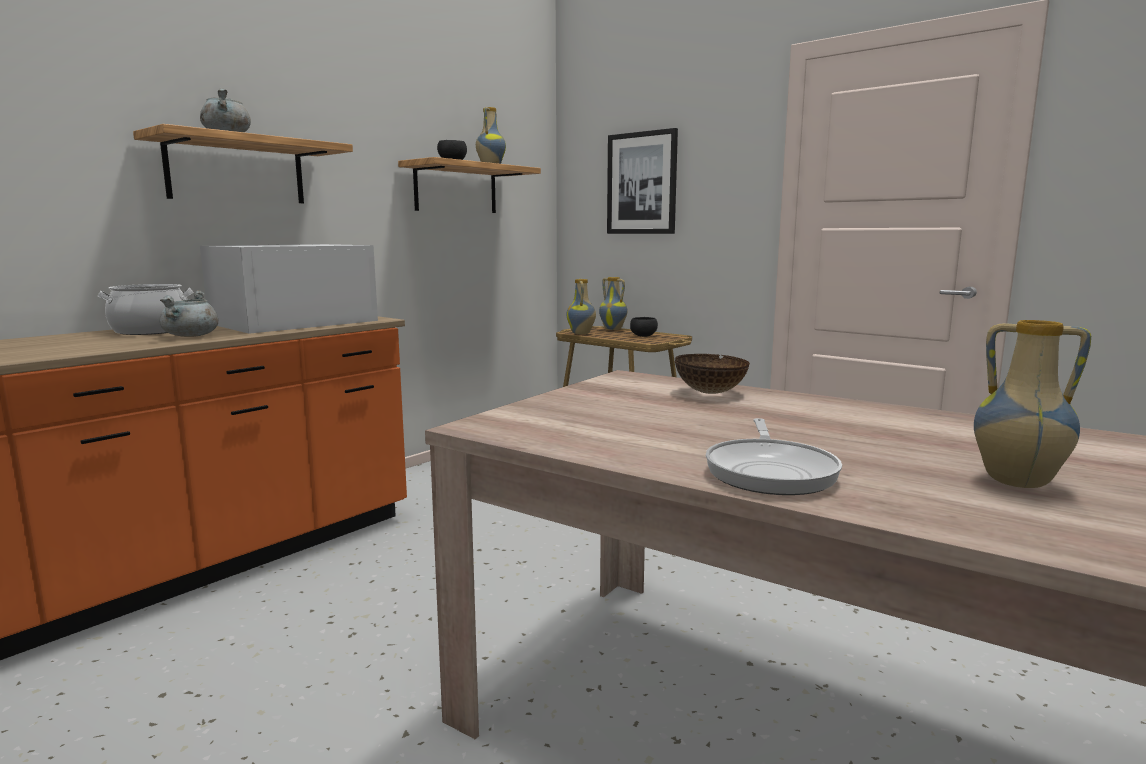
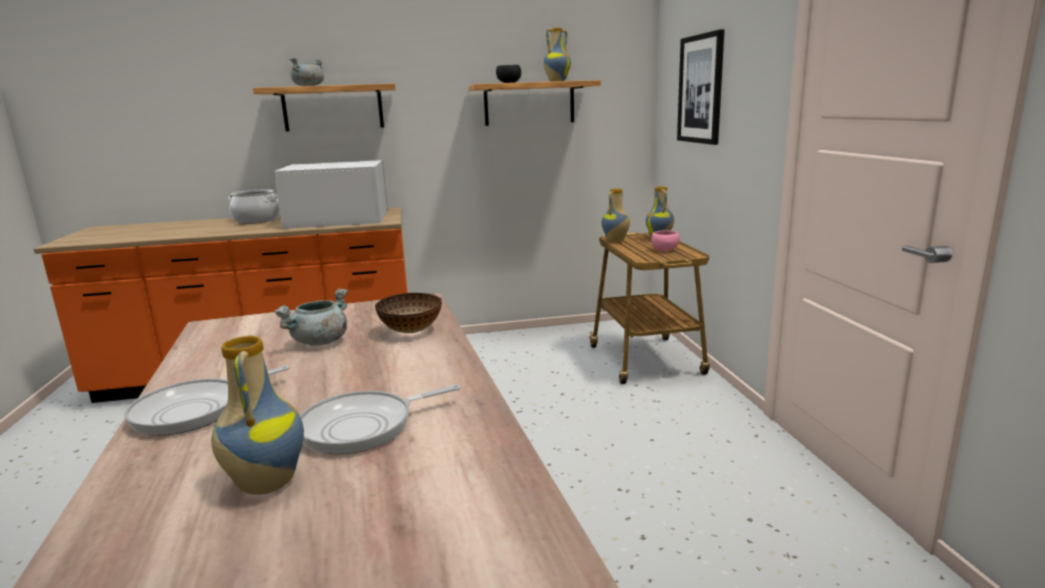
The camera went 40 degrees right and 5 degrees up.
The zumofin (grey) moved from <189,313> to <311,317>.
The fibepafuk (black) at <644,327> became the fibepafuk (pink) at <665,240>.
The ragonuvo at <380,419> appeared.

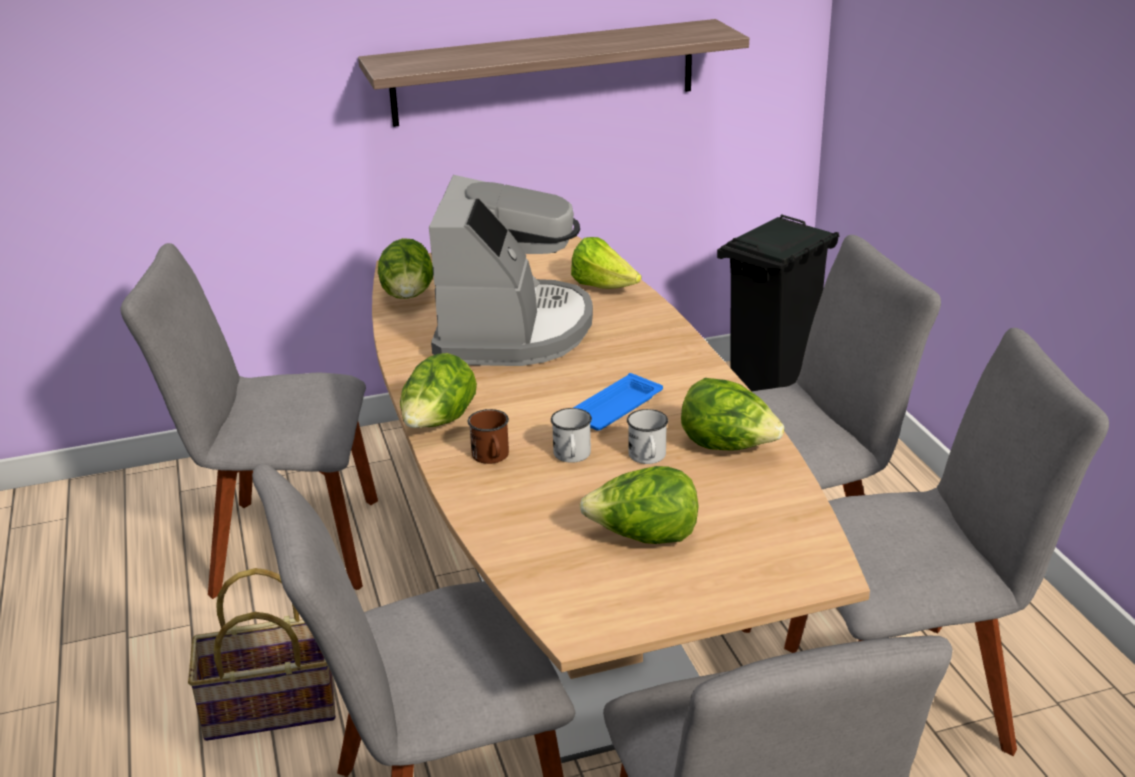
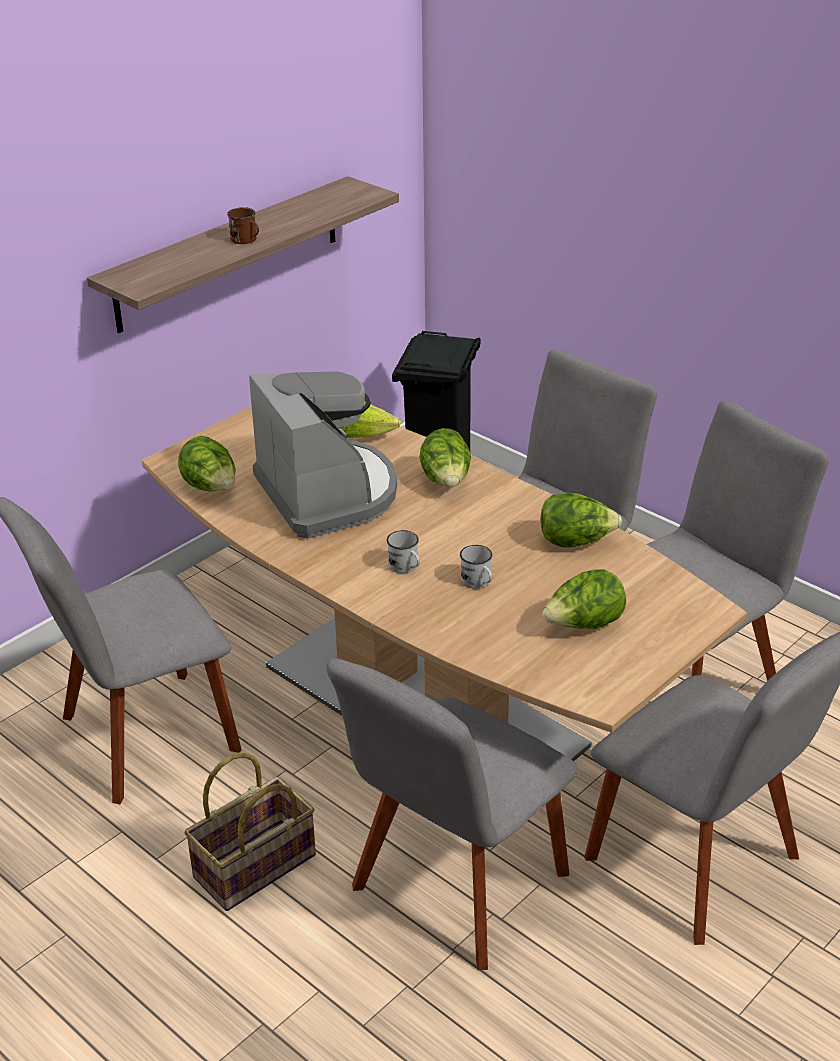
The camera went 30 degrees left and 5 degrees up.
The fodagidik moved from <438,390> to <445,457>.
The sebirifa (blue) at <618,402> disappeared.
The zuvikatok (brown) moved from <488,436> to <243,225>.
The zuvikatok (white) moved from <647,436> to <403,551>.

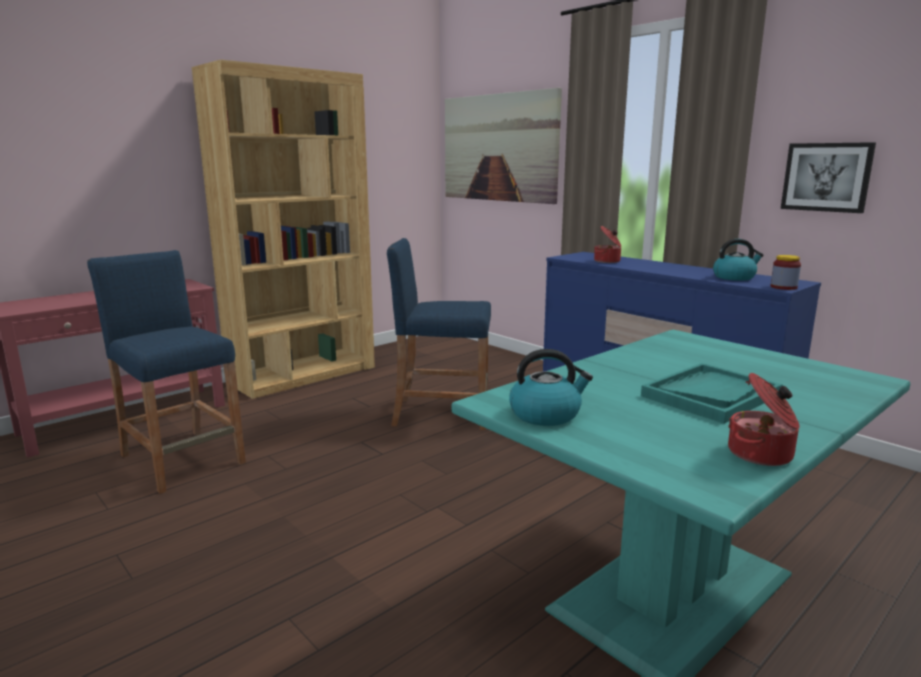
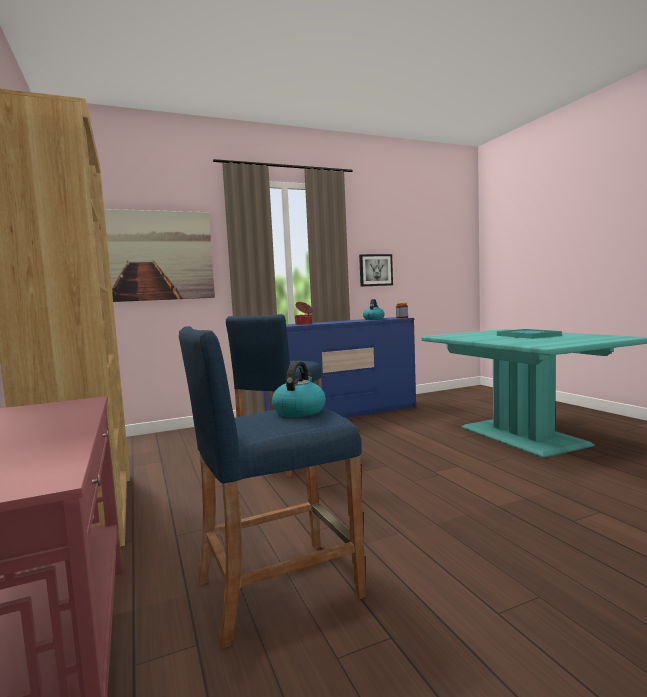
The camera went 70 degrees left and 10 degrees down.
The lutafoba moved from <551,387> to <299,389>.
The zumofin at <763,419> disappeared.

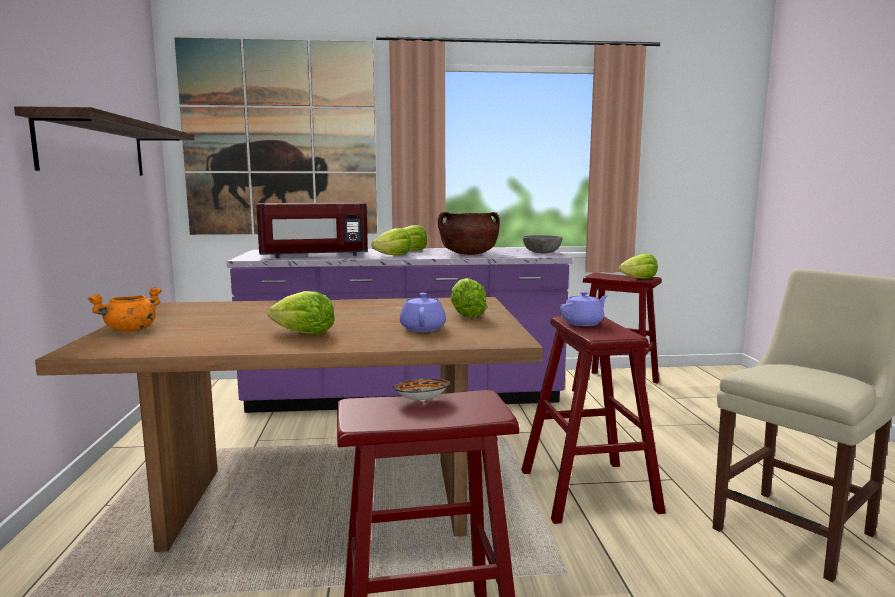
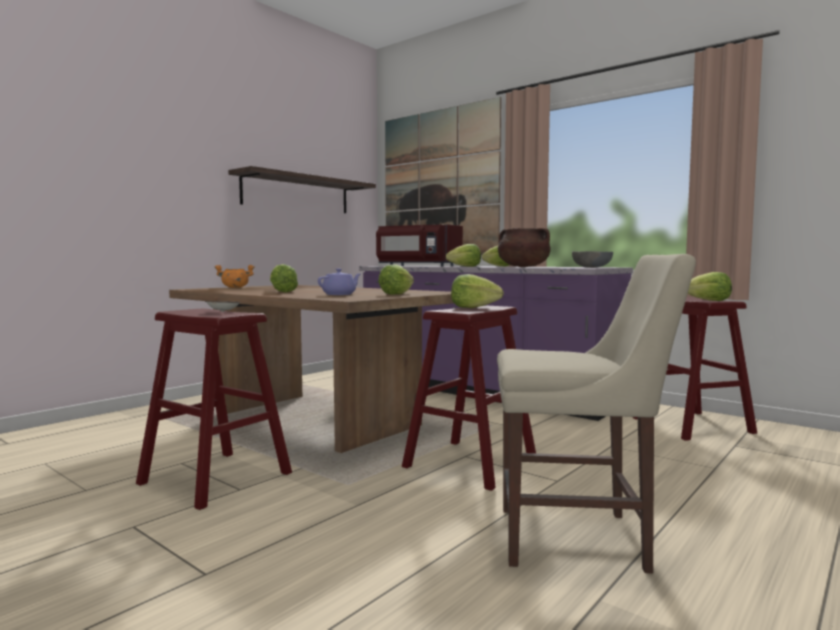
The camera went 45 degrees right and 5 degrees down.
The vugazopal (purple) at <584,308> was replaced by the fodagidik at <477,291>.

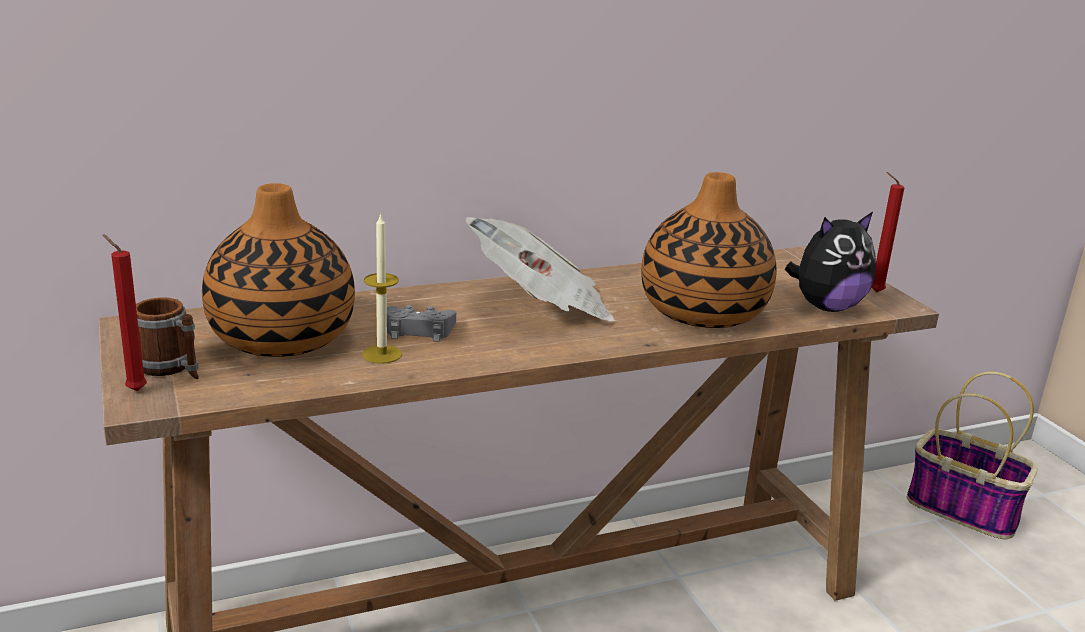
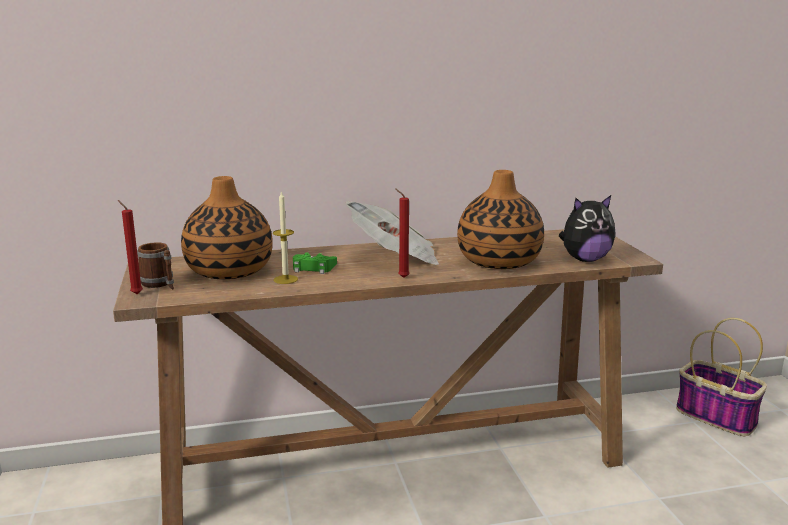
The camera went 10 degrees right and 5 degrees down.
The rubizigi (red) moved from <888,232> to <402,233>.
The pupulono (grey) at <421,323> became the pupulono (green) at <315,263>.

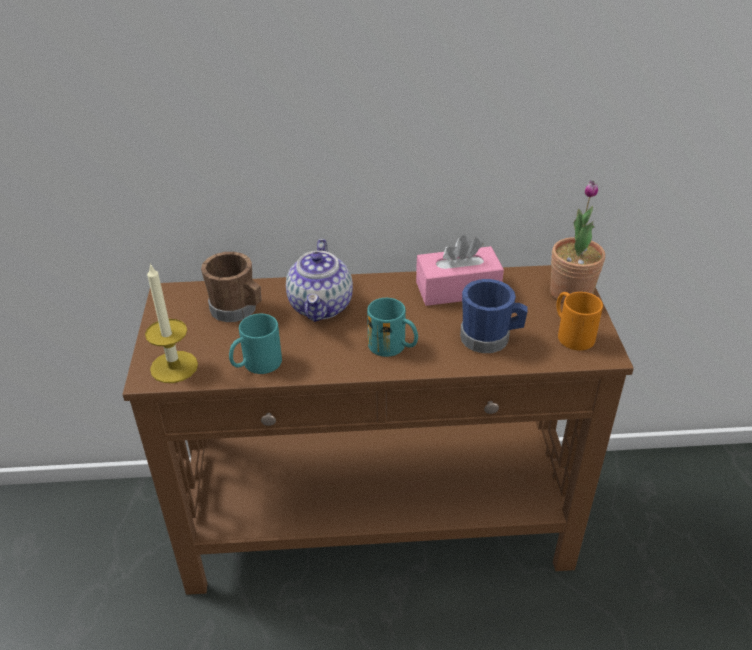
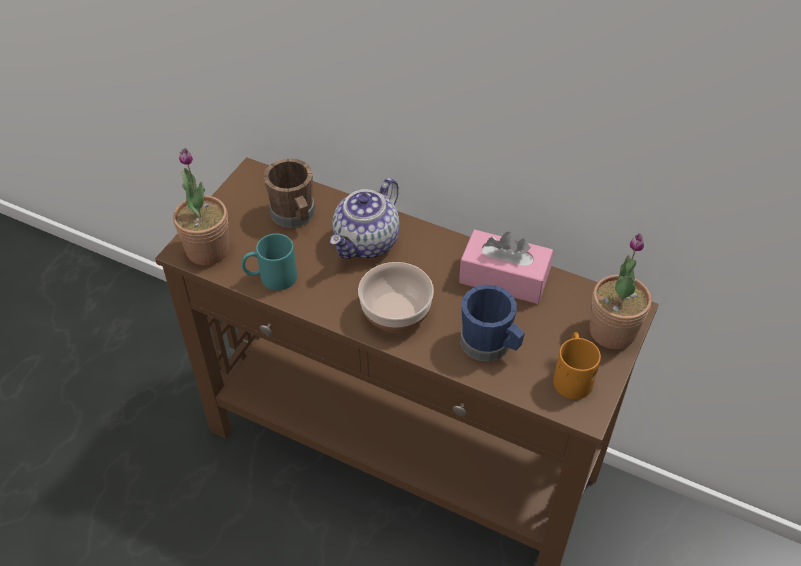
The camera went 30 degrees right and 10 degrees up.
The rubizigi at <171,323> was replaced by the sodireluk at <201,207>.
The zuvikatok (turquoise) at <392,327> was replaced by the fibepafuk at <396,297>.

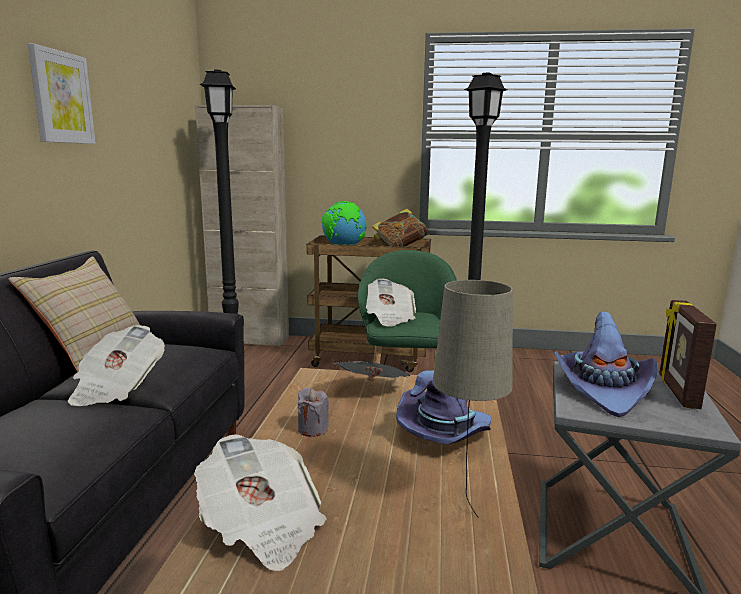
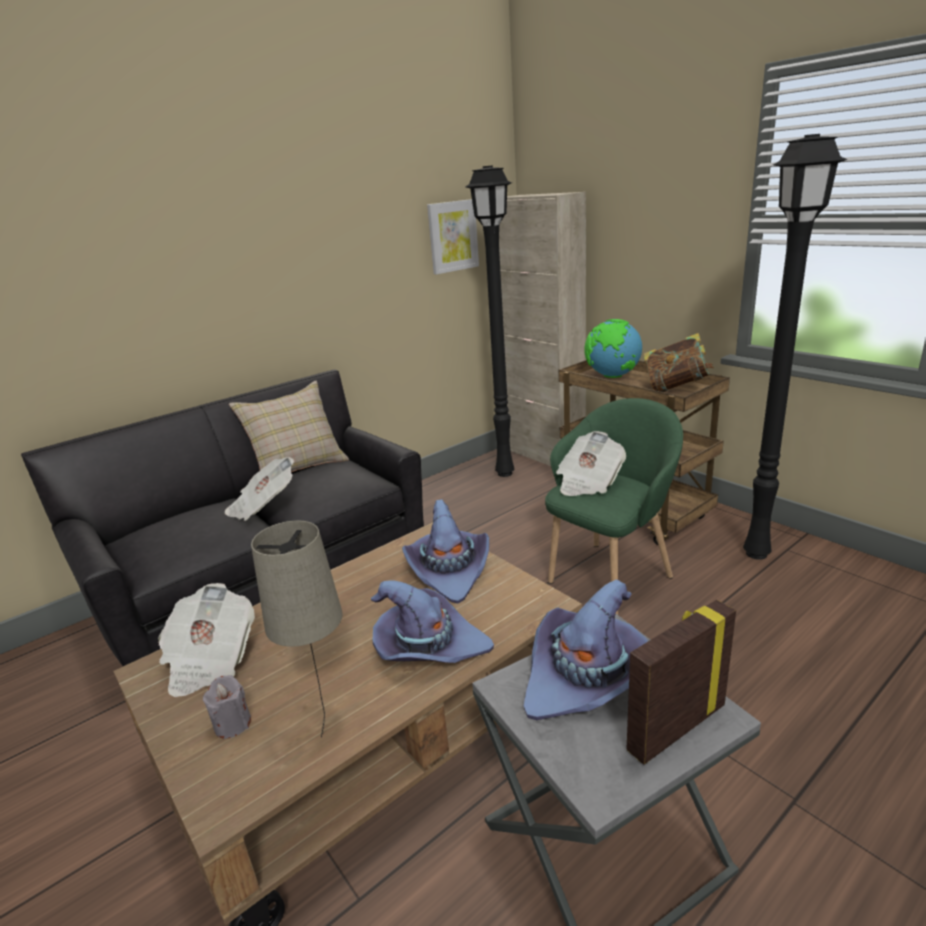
The camera went 45 degrees right and 10 degrees up.
The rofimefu moved from <61,93> to <453,237>.
The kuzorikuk at <372,370> was replaced by the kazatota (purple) at <445,551>.
The rubizigi (grey) moved from <313,412> to <227,707>.

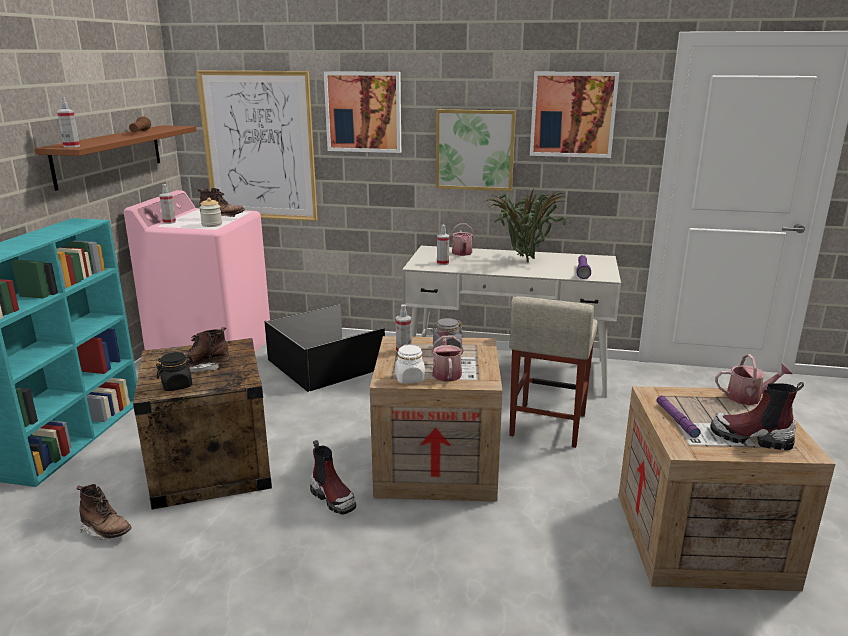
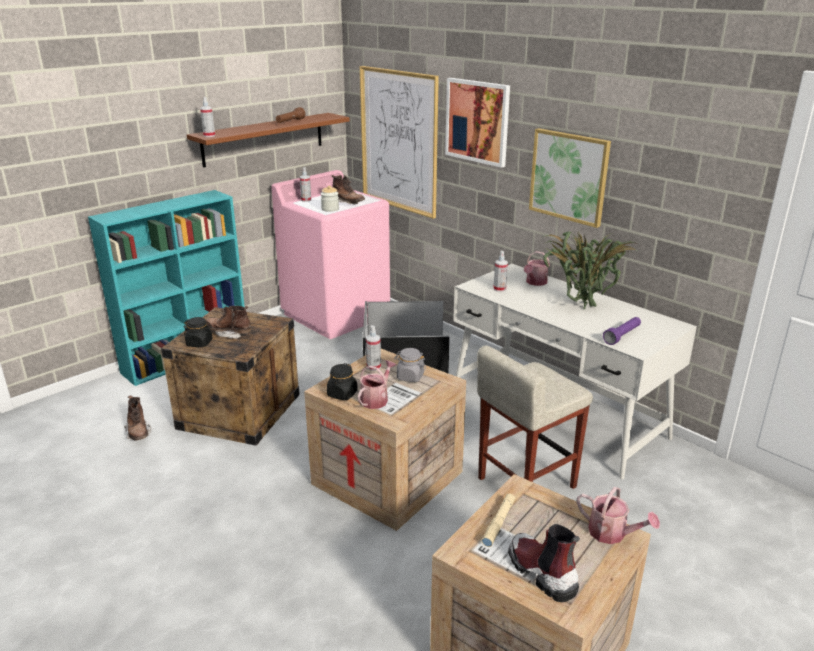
The camera went 35 degrees right and 5 degrees up.
The rofimefu at <574,115> disappeared.
The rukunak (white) at <410,363> became the rukunak (black) at <342,381>.
The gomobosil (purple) at <679,417> became the gomobosil (beige) at <498,520>.
The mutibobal at <333,477> disappeared.

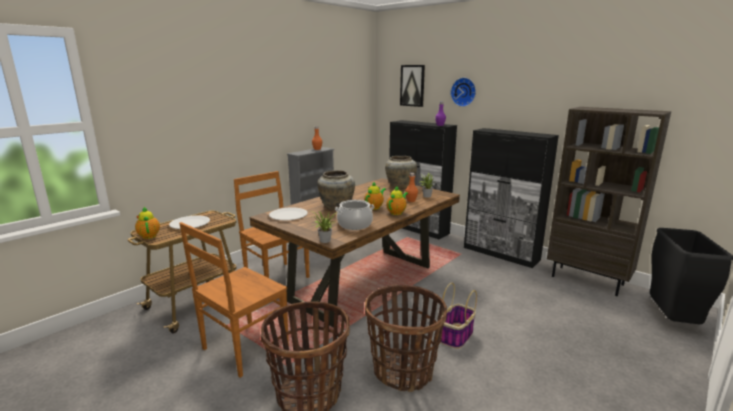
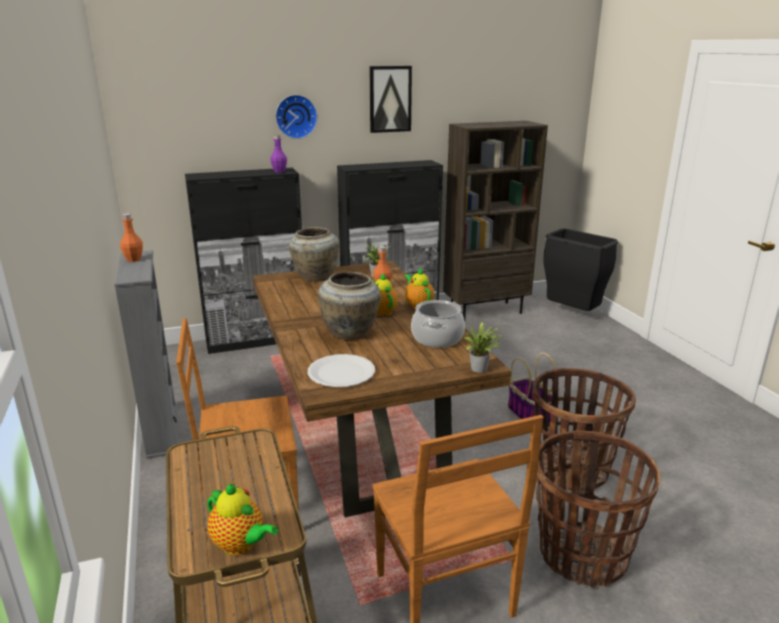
The camera went 60 degrees left and 5 degrees up.
The rofimefu moved from <412,86> to <390,99>.
The vugazopal at <147,222> turned 150 degrees counterclockwise.
The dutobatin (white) at <189,222> disappeared.

